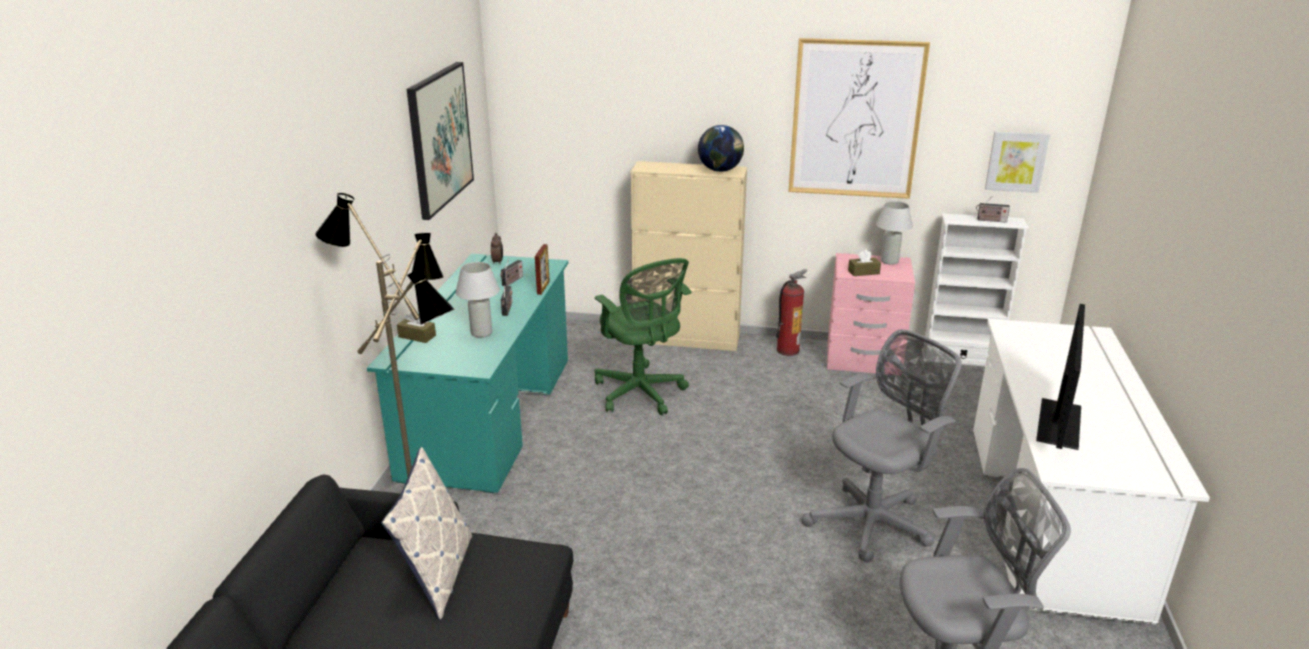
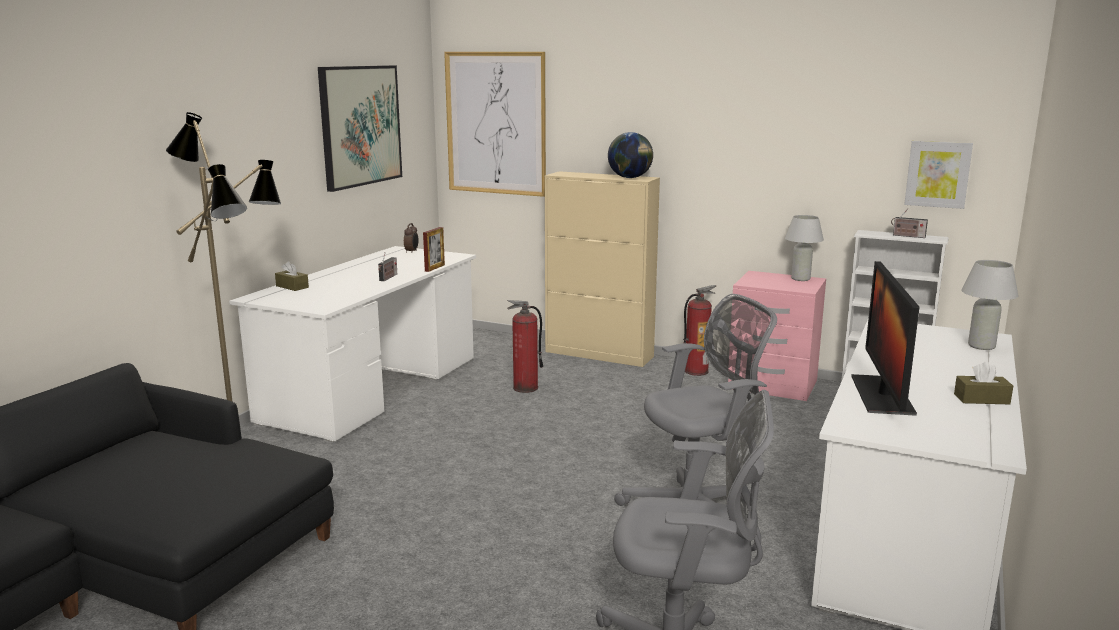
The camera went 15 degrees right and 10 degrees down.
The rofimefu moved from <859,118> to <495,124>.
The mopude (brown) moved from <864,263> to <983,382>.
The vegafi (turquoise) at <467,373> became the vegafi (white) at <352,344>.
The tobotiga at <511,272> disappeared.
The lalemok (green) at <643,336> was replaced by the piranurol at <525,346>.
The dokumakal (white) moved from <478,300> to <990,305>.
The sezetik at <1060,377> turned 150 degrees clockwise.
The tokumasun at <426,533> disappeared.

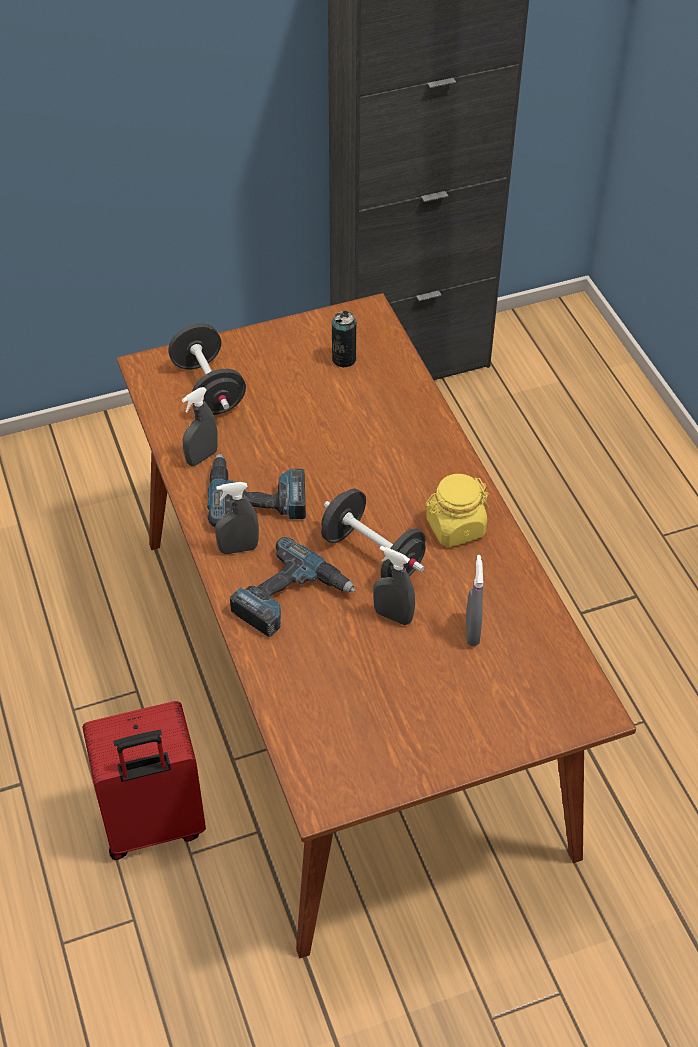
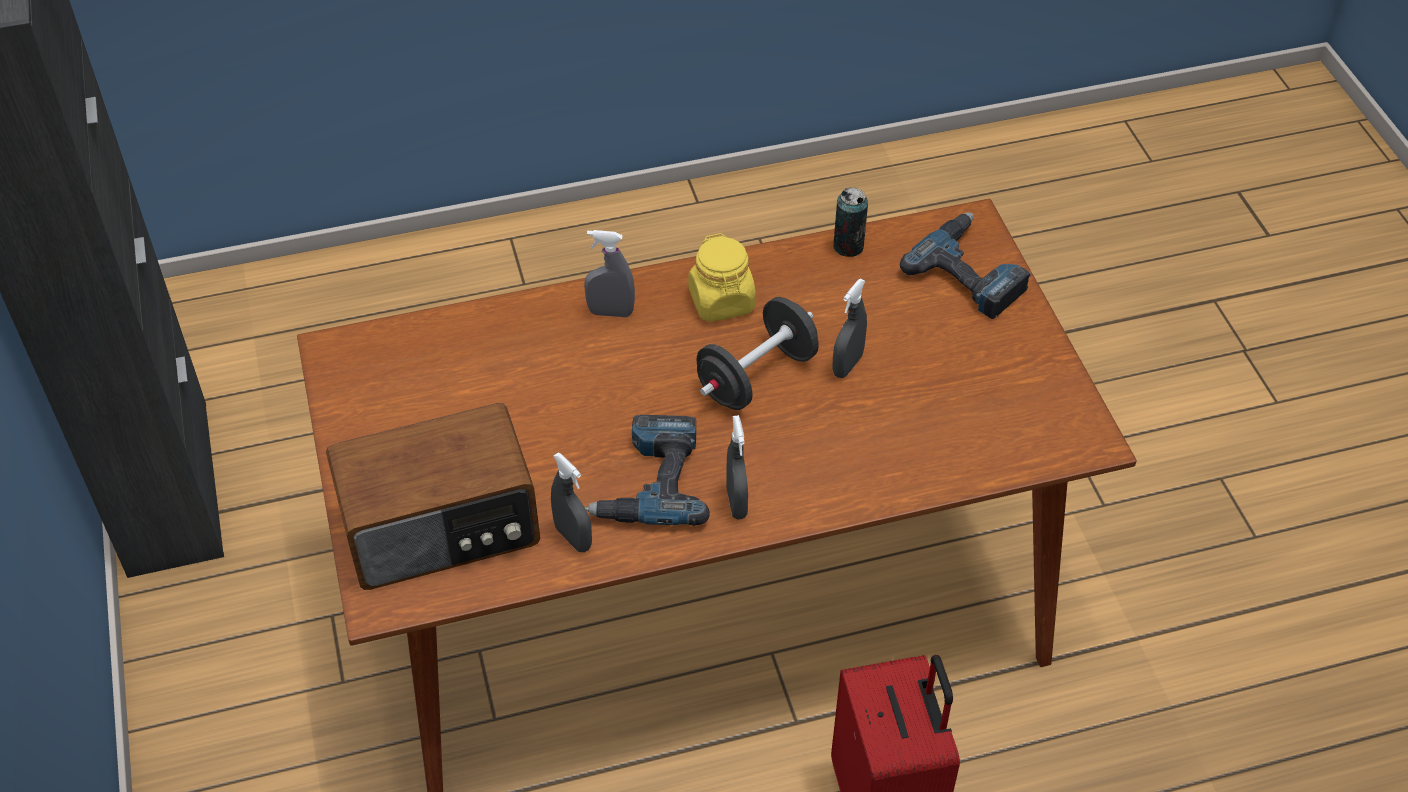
The camera went 85 degrees left and 0 degrees up.
The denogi moved from <344,339> to <850,222>.
The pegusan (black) at <207,369> was replaced by the tobotiga at <433,496>.
The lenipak moved from <292,587> to <965,265>.
The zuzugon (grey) moved from <474,600> to <609,273>.

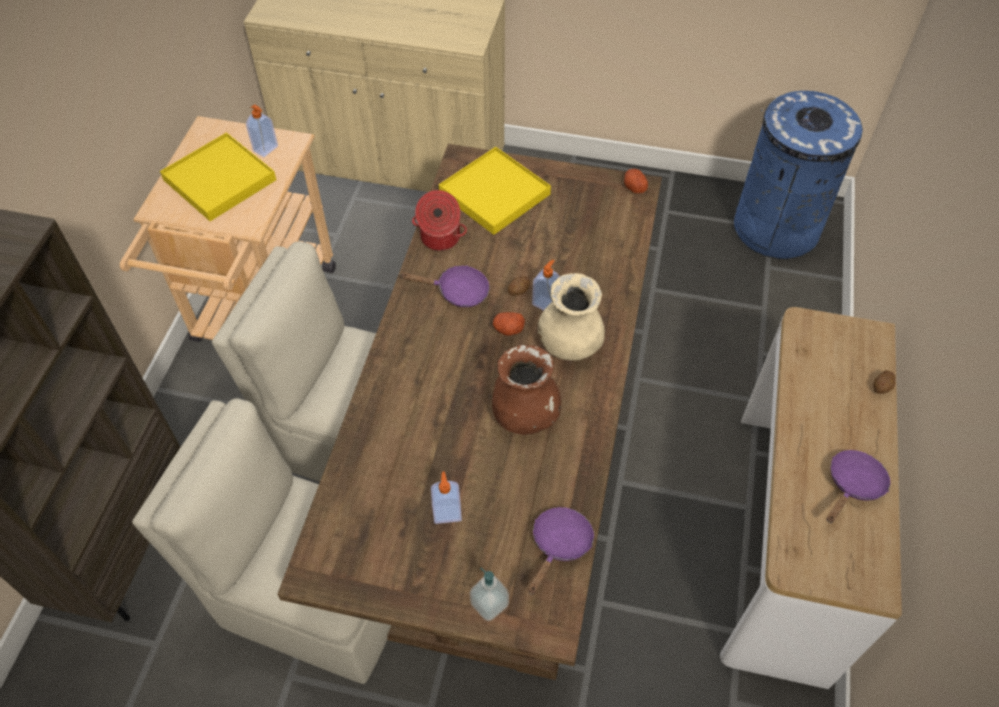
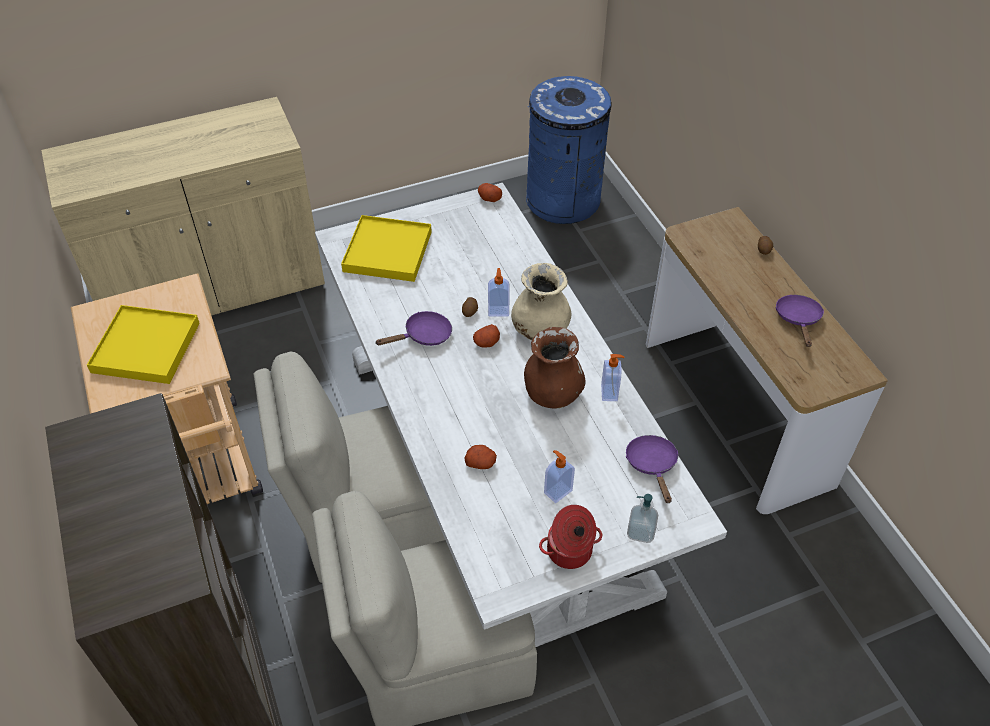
The camera went 35 degrees left and 5 degrees down.
The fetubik moved from <262,130> to <612,377>.
The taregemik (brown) at <469,412> became the taregemik (white) at <521,415>.
The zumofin moved from <439,220> to <570,537>.
The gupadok at <480,457> appeared.

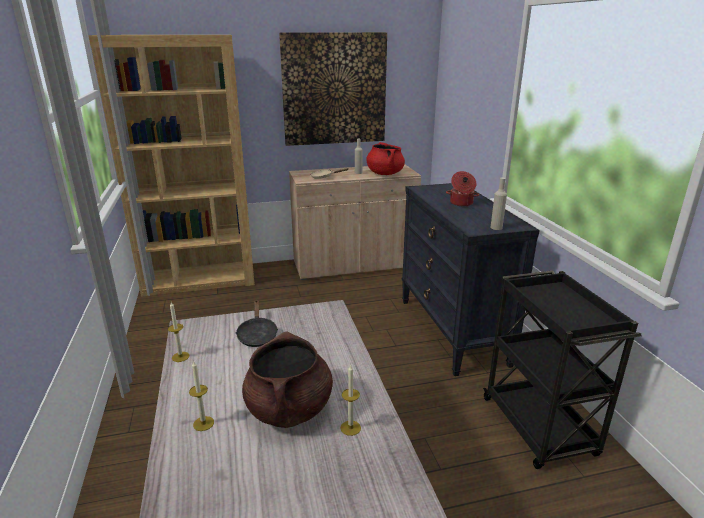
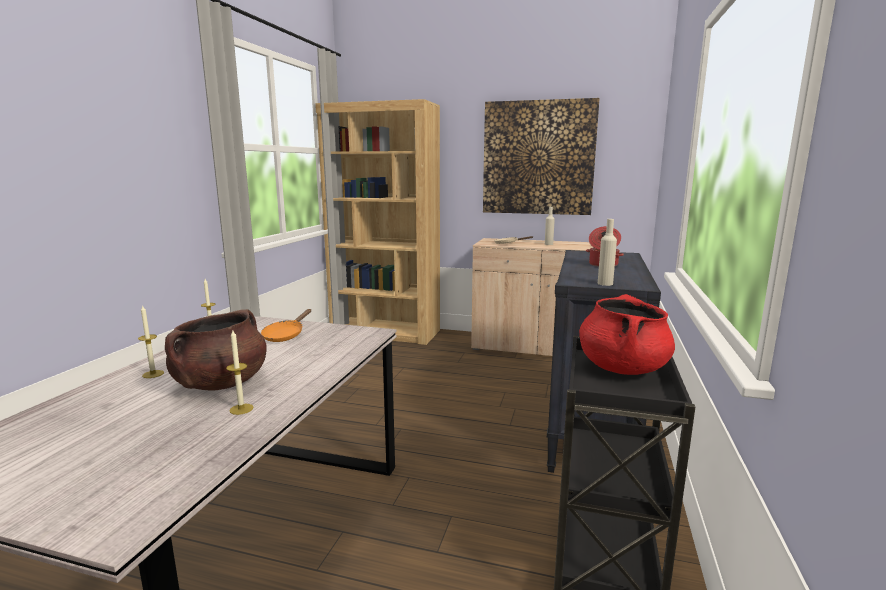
The camera went 30 degrees right and 10 degrees down.
The zumofin (red) moved from <385,158> to <627,334>.
The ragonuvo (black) at <257,323> became the ragonuvo (orange) at <286,325>.

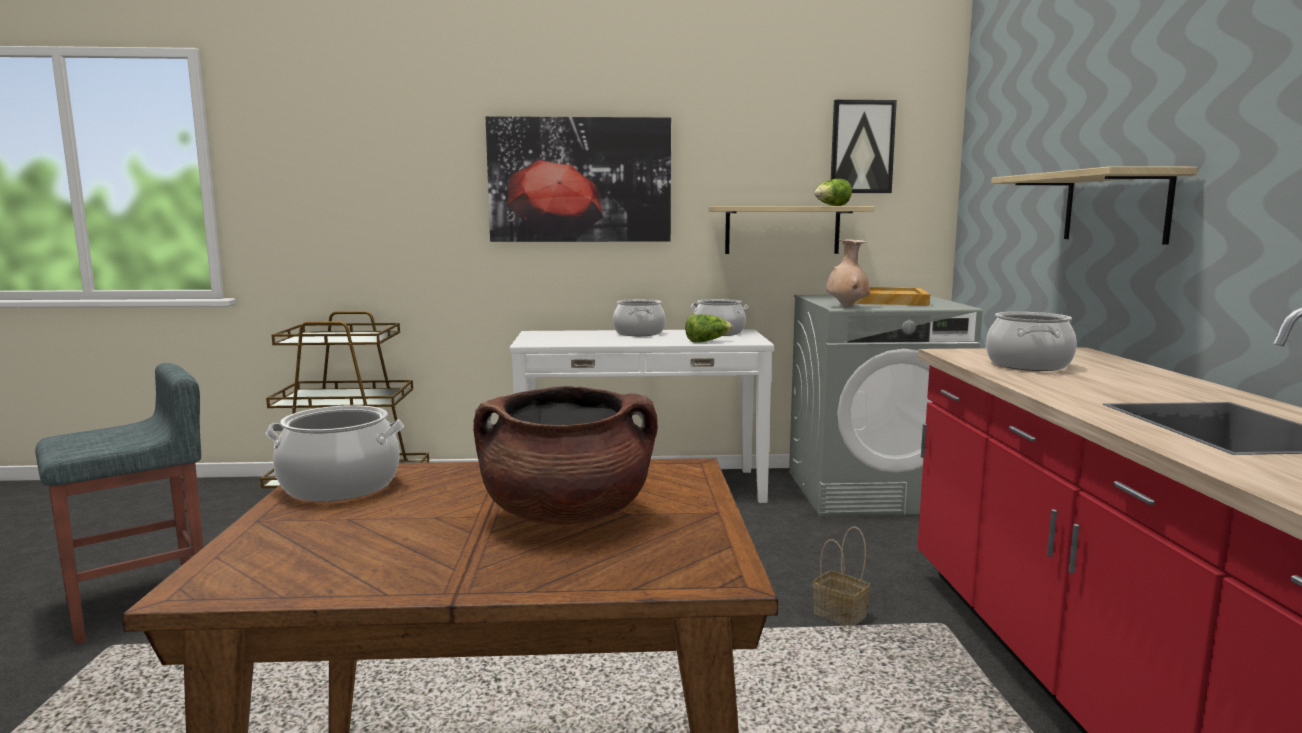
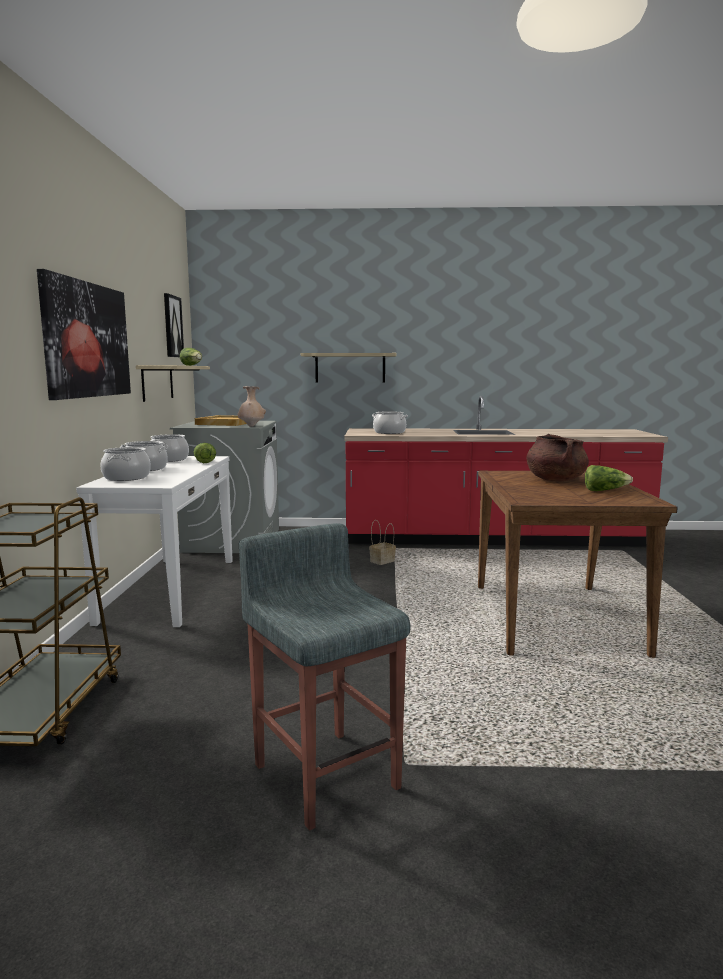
The camera went 85 degrees left and 0 degrees up.
The zumofin moved from <335,453> to <125,464>.
The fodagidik at <609,478> appeared.

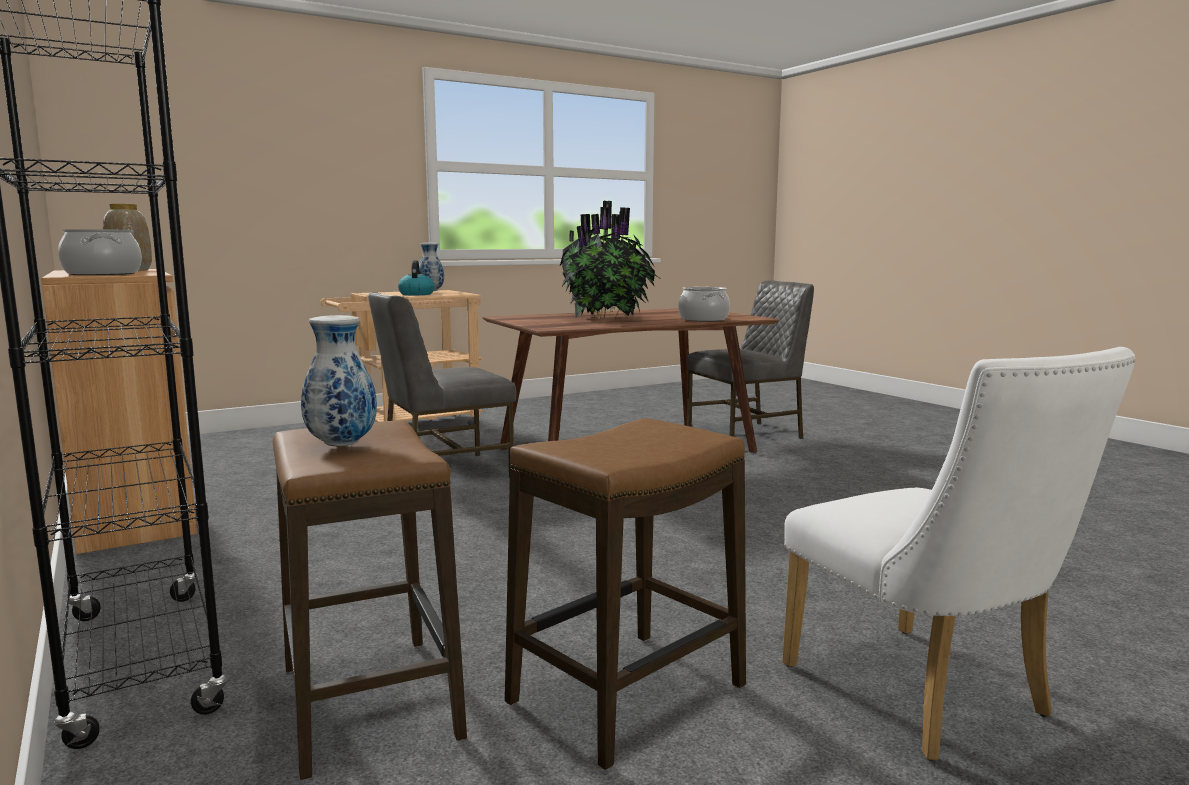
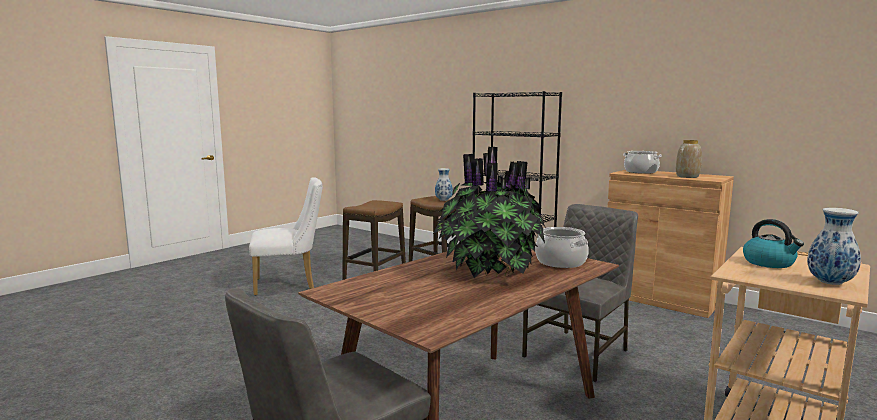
The camera went 160 degrees right and 0 degrees up.
The zumofin moved from <704,304> to <562,247>.
The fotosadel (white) at <959,554> turned 120 degrees clockwise.

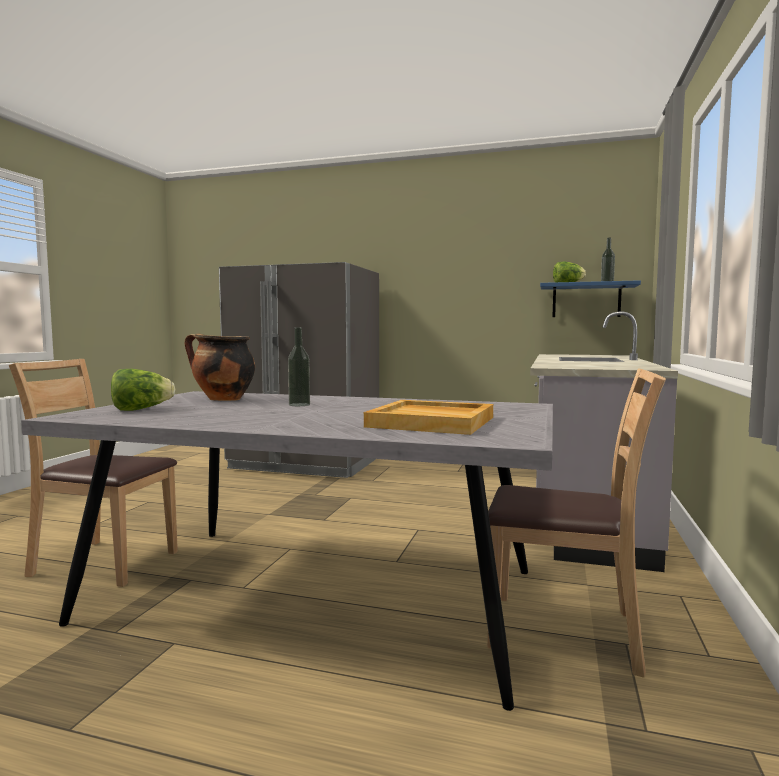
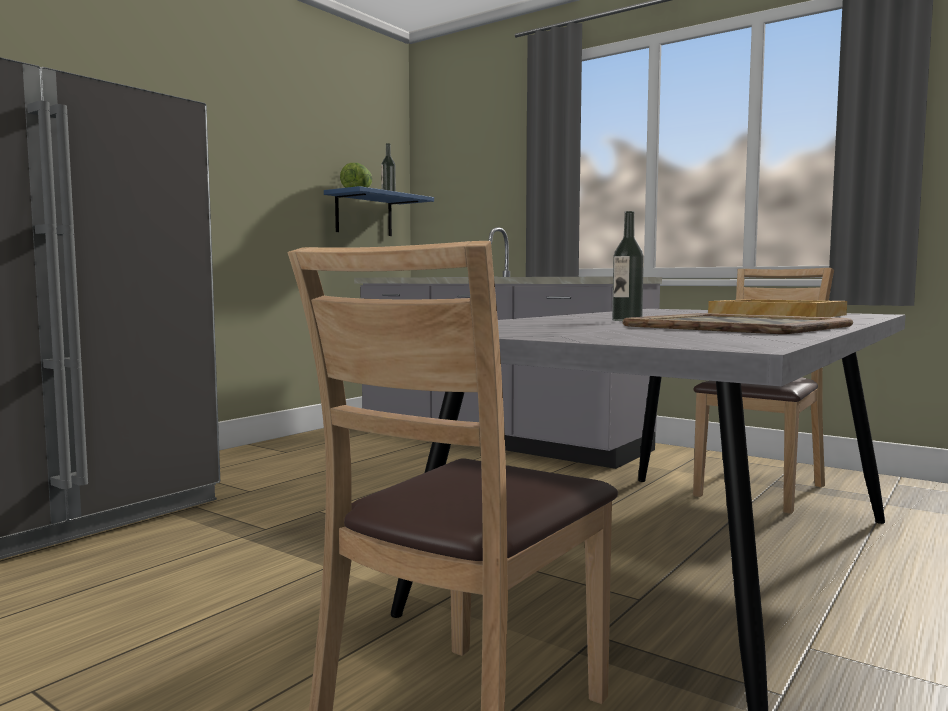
The camera went 70 degrees left and 0 degrees up.
The zumofin at <220,367> disappeared.
The fodagidik at <143,390> disappeared.
The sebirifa at <738,323> appeared.

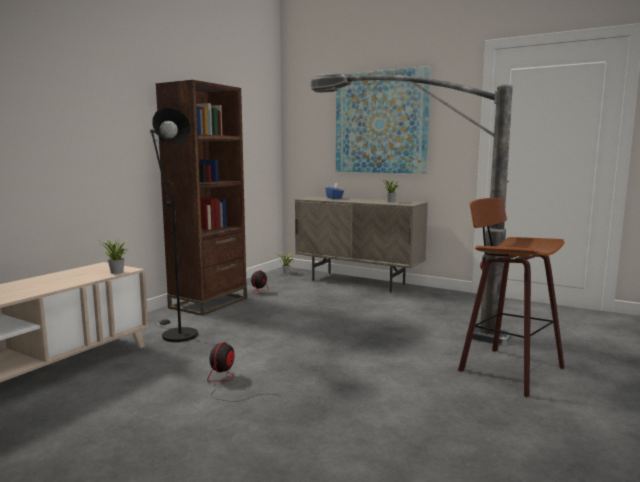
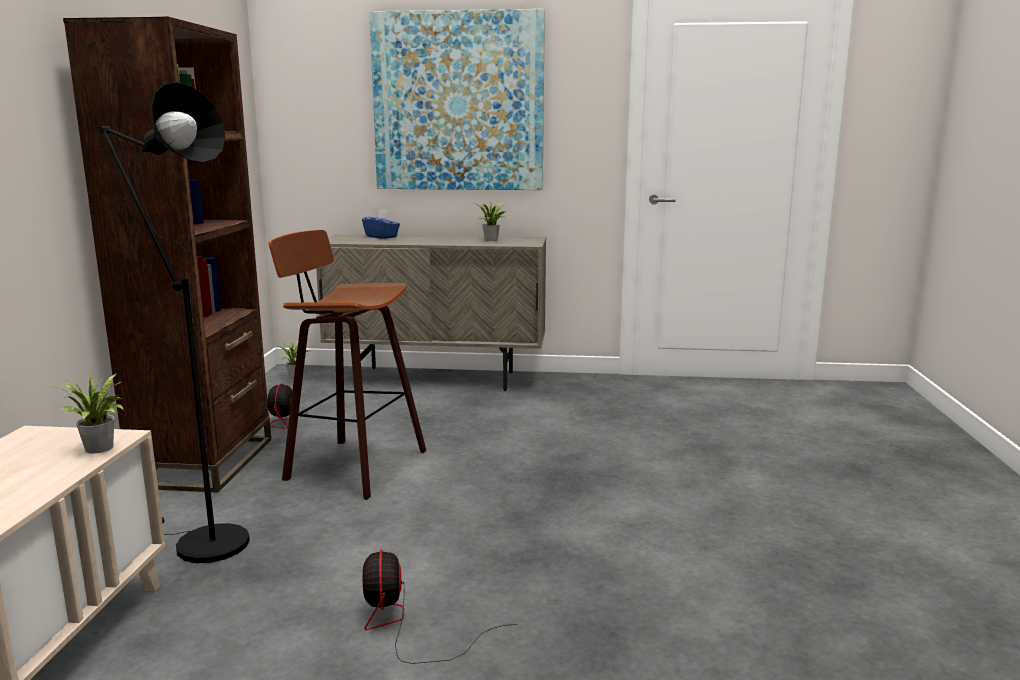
The camera went 25 degrees left and 5 degrees up.
The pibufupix at <411,208> disappeared.
The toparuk moved from <511,297> to <347,365>.

